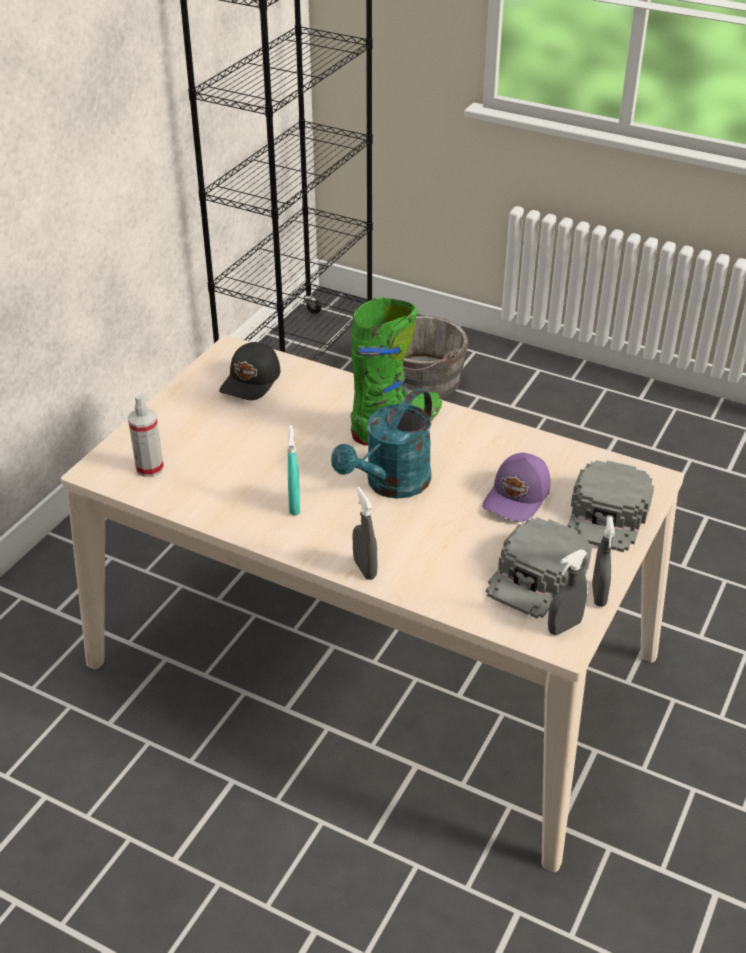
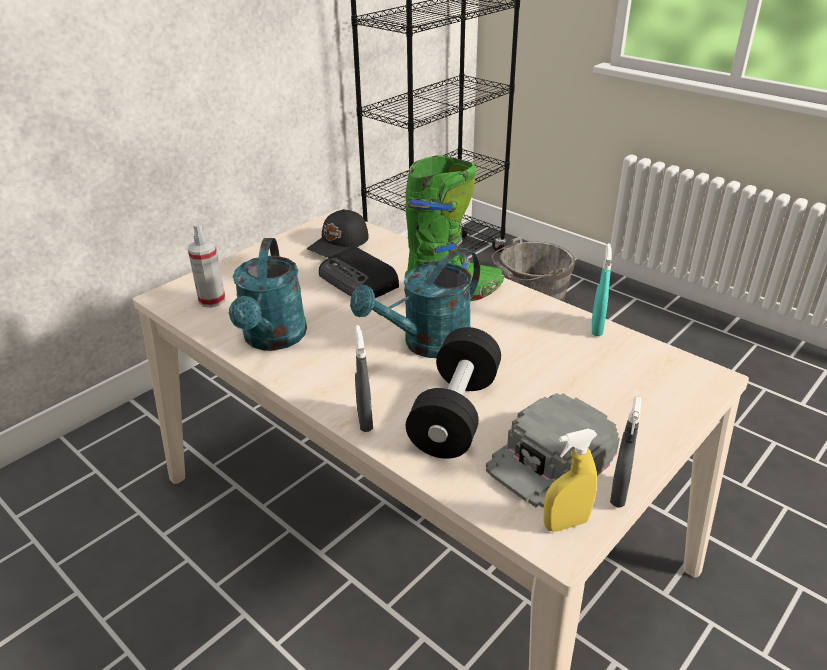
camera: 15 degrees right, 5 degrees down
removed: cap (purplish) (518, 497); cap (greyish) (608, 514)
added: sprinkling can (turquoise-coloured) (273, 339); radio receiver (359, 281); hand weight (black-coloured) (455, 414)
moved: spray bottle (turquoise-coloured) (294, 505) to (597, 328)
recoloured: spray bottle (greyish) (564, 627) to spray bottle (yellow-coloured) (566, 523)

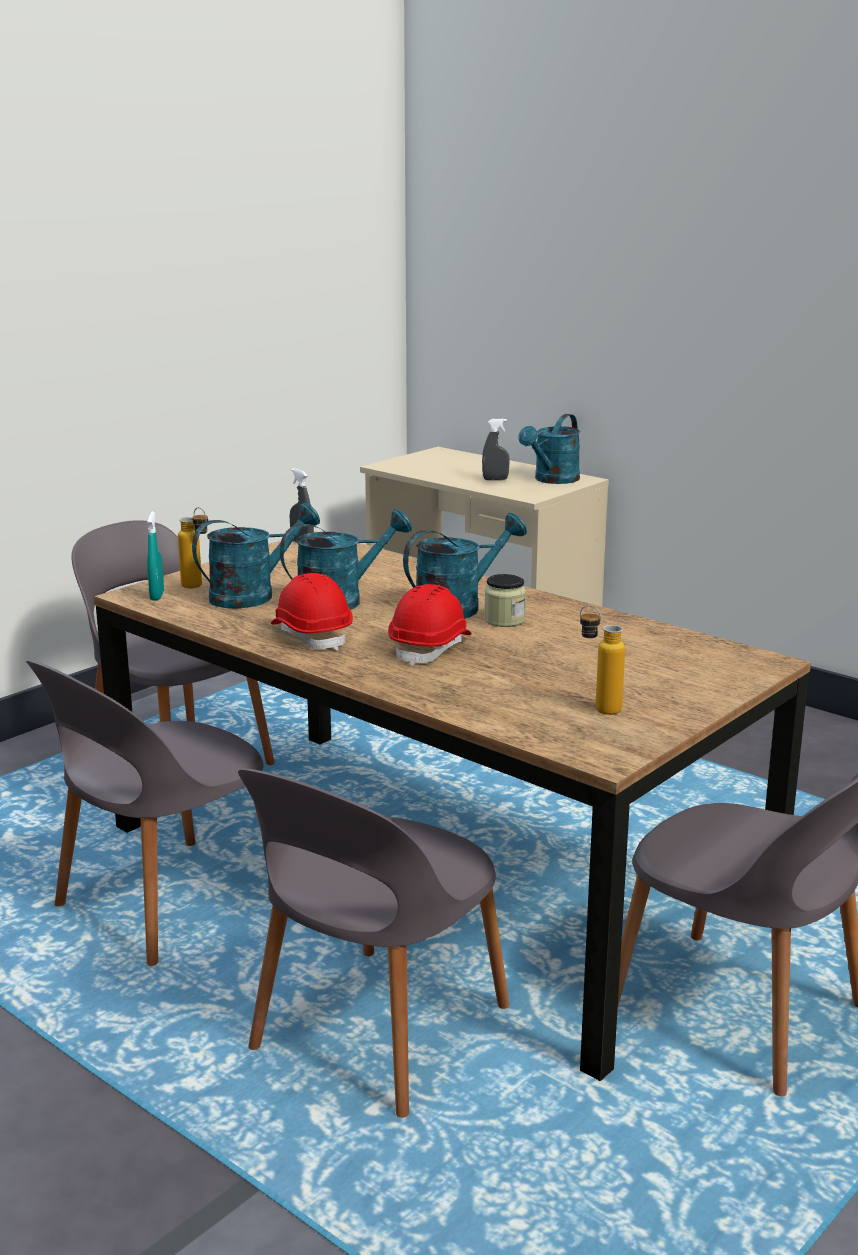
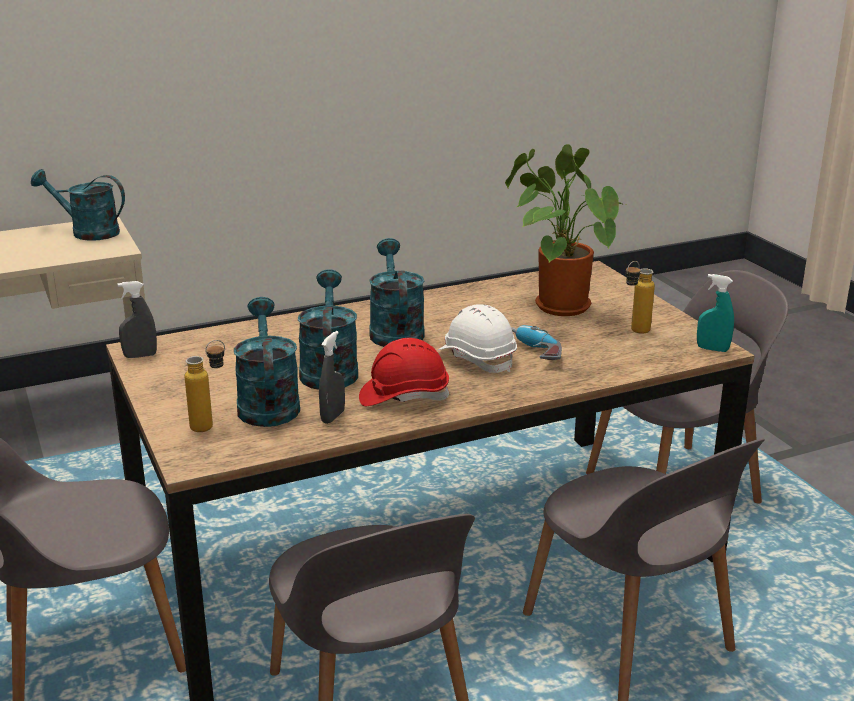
camera: 65 degrees left, 5 degrees up
removed: storage jar (504, 620)
added: potted plant (557, 305); power drill (532, 351)
moved: spray bottle (turquoise-coloured) (157, 596) to (712, 349); spray bottle (greyish) (495, 479) to (332, 417)
recoloured: hard hat (reddish) (431, 648) to hard hat (whitish) (477, 358)
turned: sprinkling can (turquoise-coloured) (552, 480) = (87, 232) 135 degrees clockwise

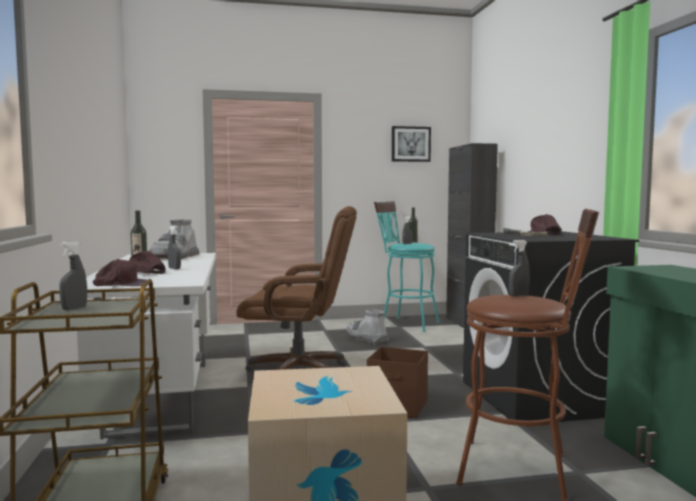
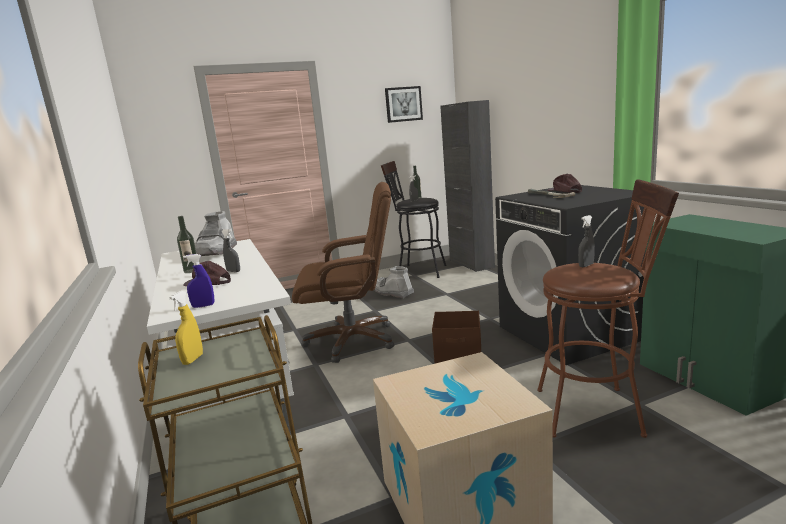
camera: 10 degrees left, 10 degrees up
replaced: cap (brown-coloured) (122, 284) to spray bottle (bluish) (203, 306)
recoloured: spray bottle (greyish) (74, 308) to spray bottle (yellow-coloured) (192, 360); stool seat (turquoise-coloured) (405, 323) to stool seat (black-coloured) (417, 271)

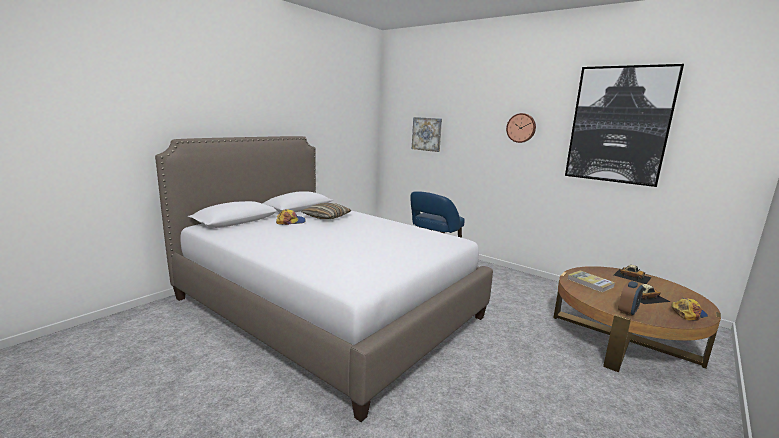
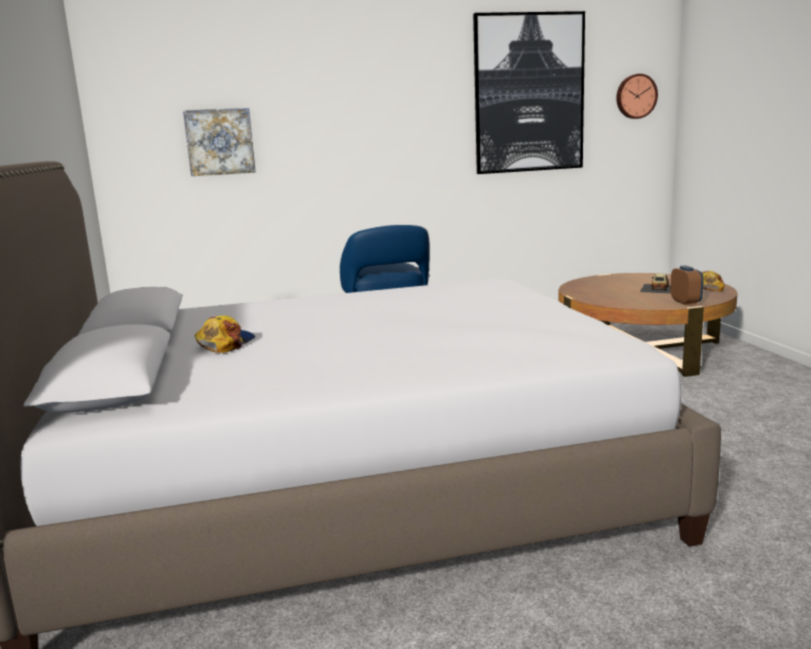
camera: 50 degrees left, 0 degrees up
removed: pillow (326, 217); bound book (590, 283); miniature car (632, 276)
moved: wall clock (521, 128) to (635, 96)

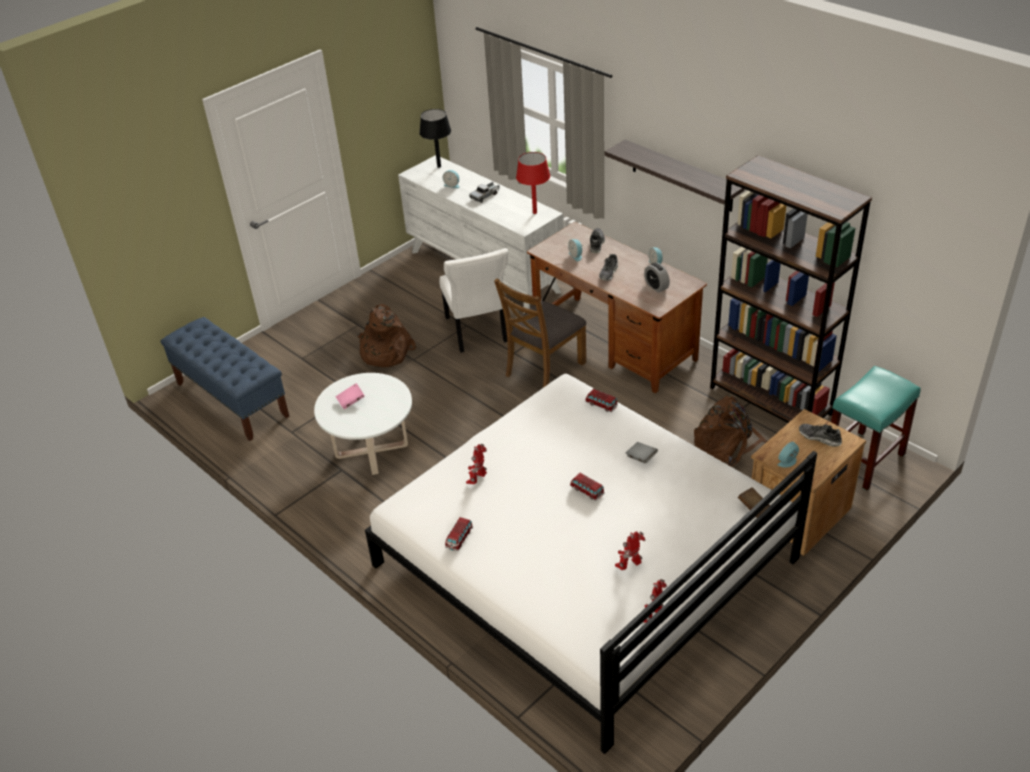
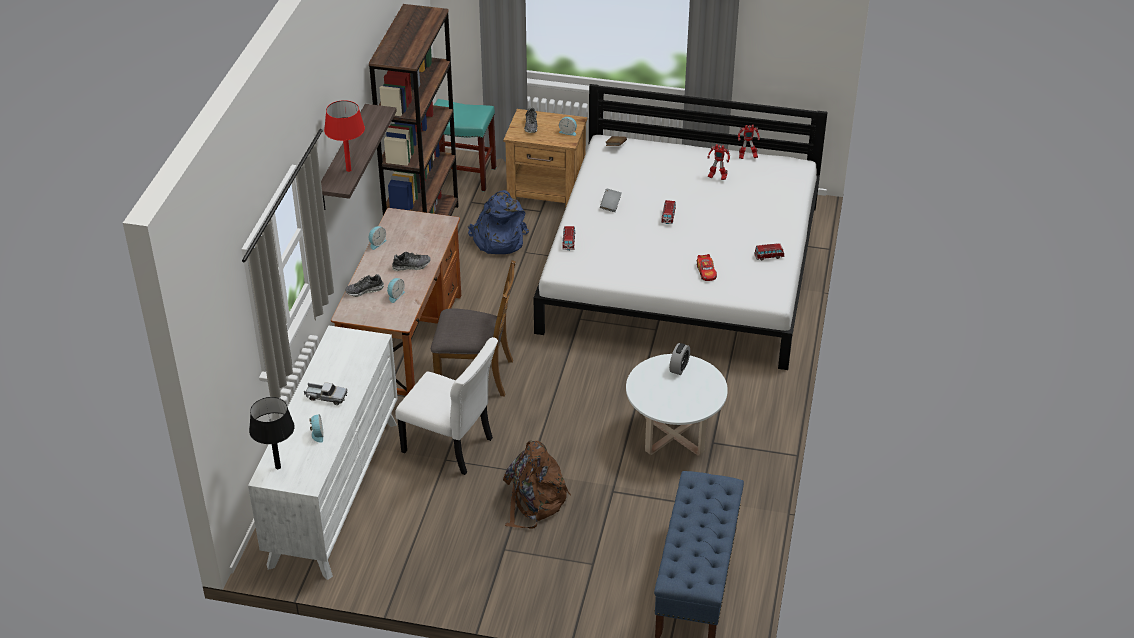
camera: 125 degrees left, 0 degrees up
removed: bound book (pink) (351, 401)
moved: tabletop lamp (reddish) (534, 212) to (348, 170); alarm clock (656, 286) to (679, 367)
replaced: model robot (478, 479) to miniature car (706, 272)
recoloured: rucksack (brown-coloured) (726, 445) to rucksack (bluish) (498, 240)
turned: chair (whitish) (476, 332) = (450, 446) 75 degrees clockwise

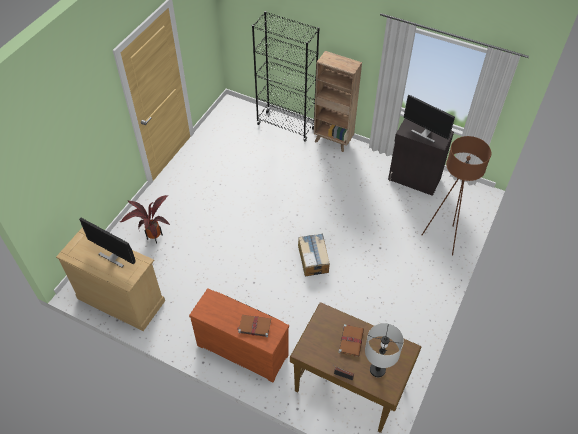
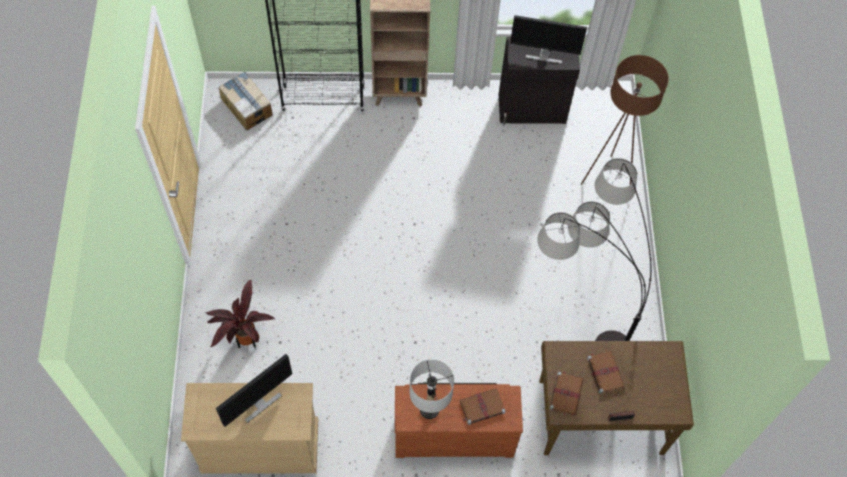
camera: 30 degrees left, 10 degrees up
added: floor lamp (575, 319); bound book (brown-coloured) (566, 393)
moved: carton (313, 259) to (246, 106); tabletop lamp (greyish) (377, 370) to (429, 409)
turned: monitor (114, 256) = (258, 402) 45 degrees counterclockwise

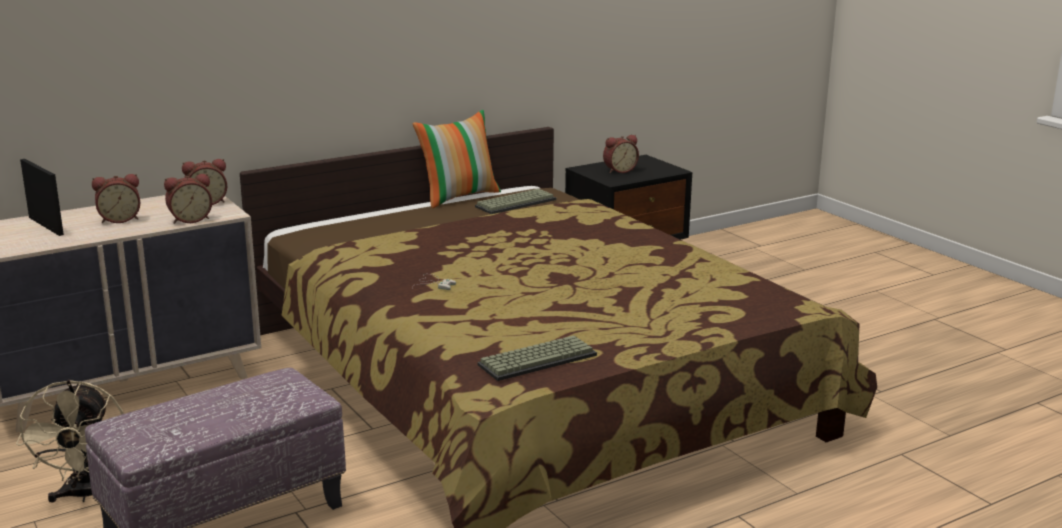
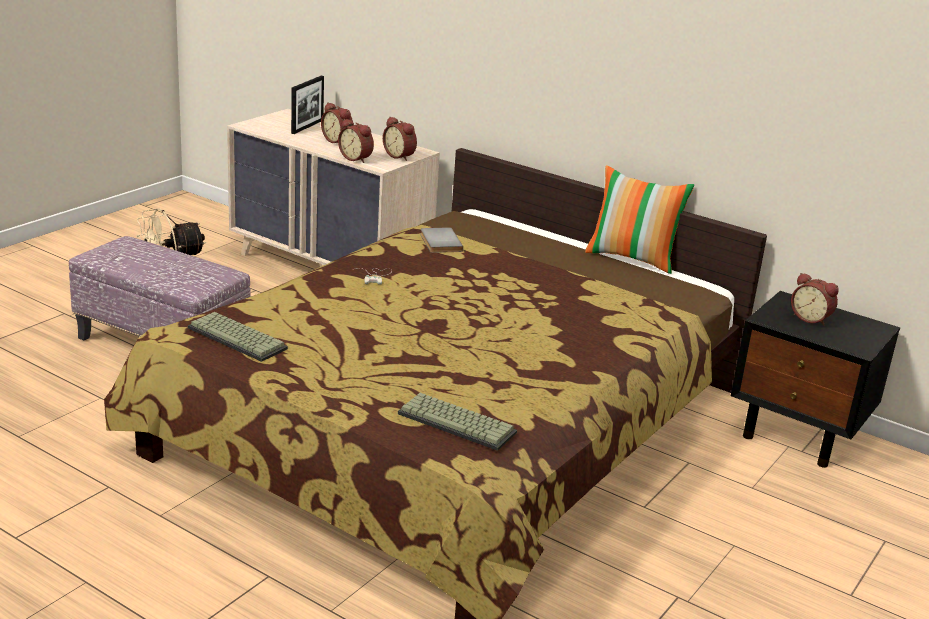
camera: 65 degrees right, 5 degrees up
added: bound book (greyish) (439, 242)
moved: keyboard (515, 203) to (458, 422)

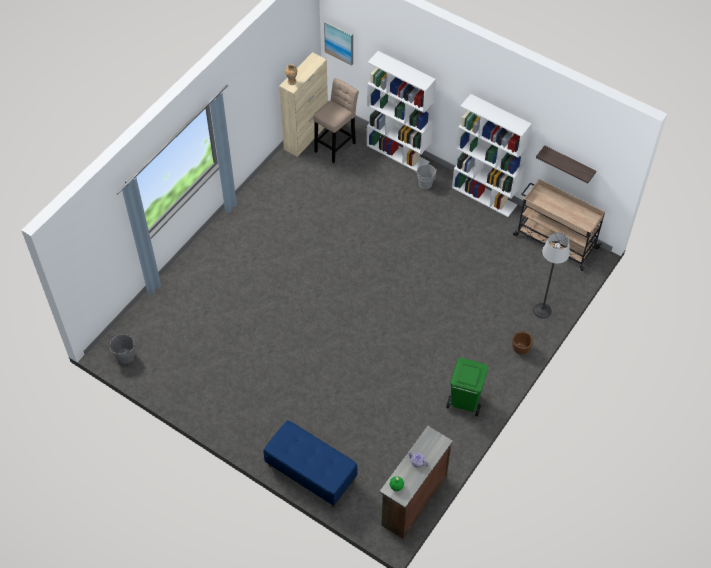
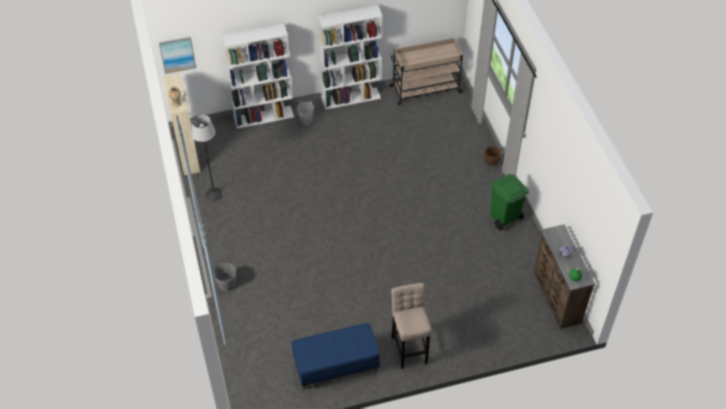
camera: 50 degrees left, 5 degrees down
removed: bracket shelf (569, 164)
moved: water bucket (greyish) (125, 356) to (226, 284); indoor bench (bluish) (310, 473) to (336, 366); stool seat (sand-coloured) (336, 145) to (409, 347); floor lamp (542, 310) to (214, 194)

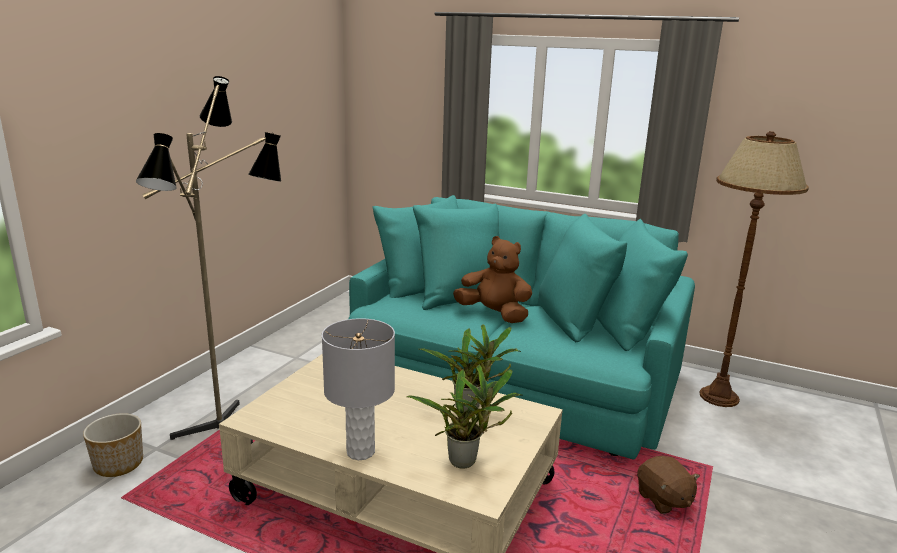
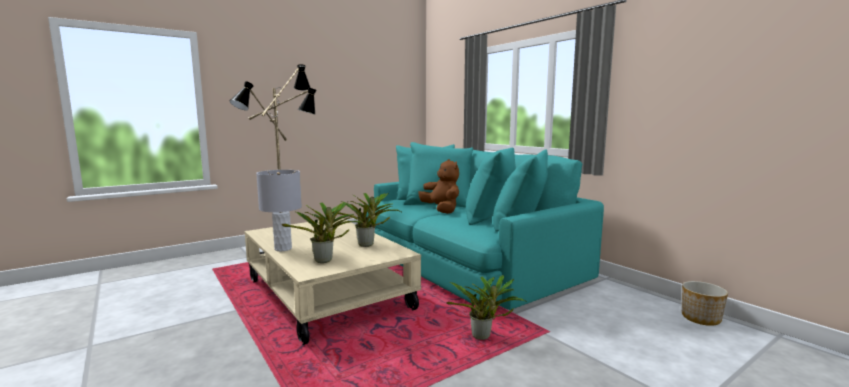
camera: 30 degrees right, 10 degrees down
removed: floor lamp (brown-coloured) (719, 397)
moved: planter (118, 464) to (700, 318)
replaced: soft toy (brown-coloured) (663, 500) to potted plant (483, 337)

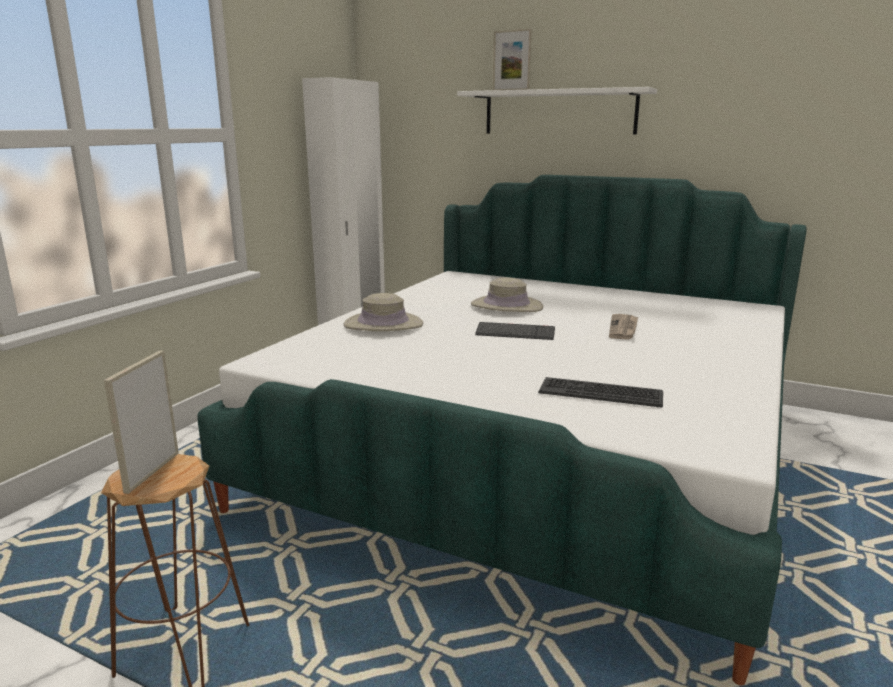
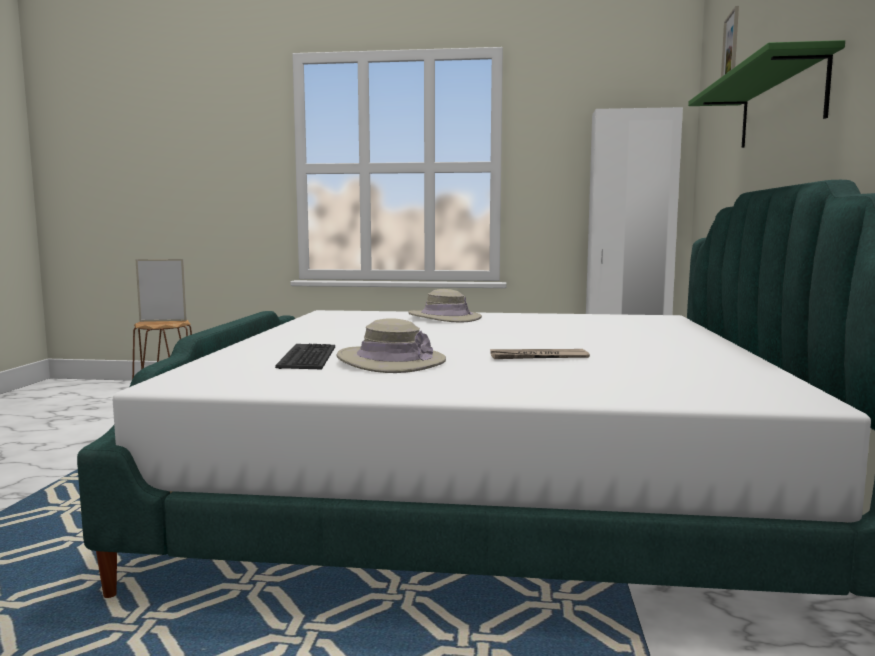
camera: 70 degrees right, 10 degrees down
removed: keyboard (515, 333)
moved: hat (sand-coloured) (506, 306) to (391, 361)
recoloured: bracket shelf (whitish) (559, 112) to bracket shelf (green) (780, 105)

